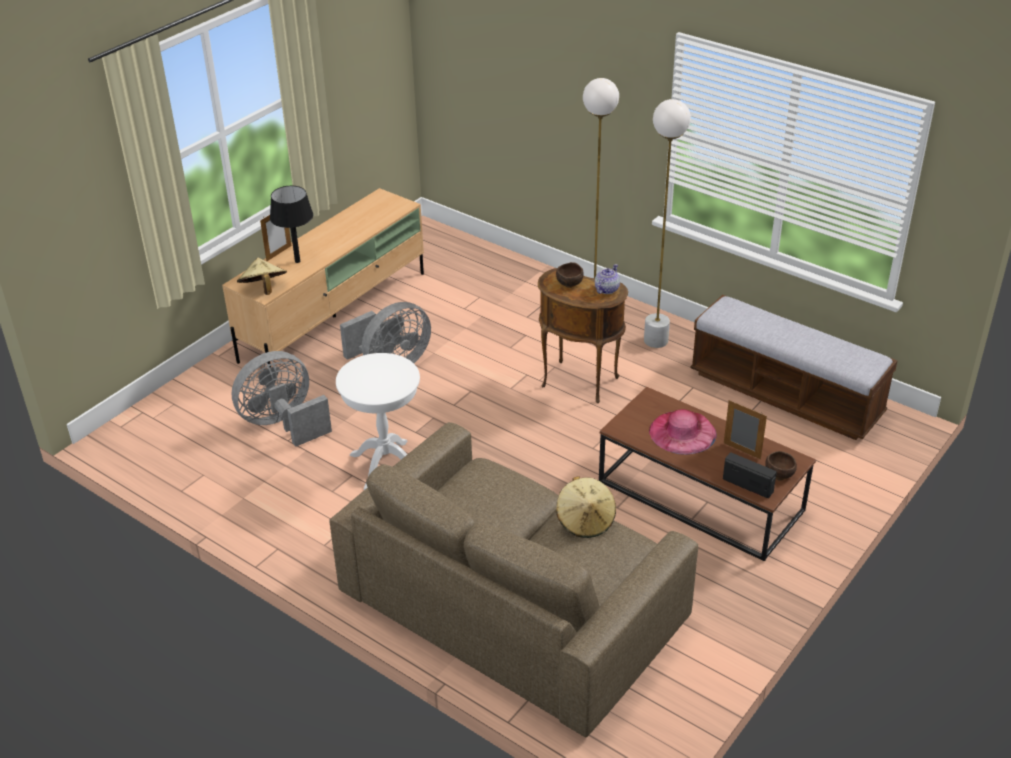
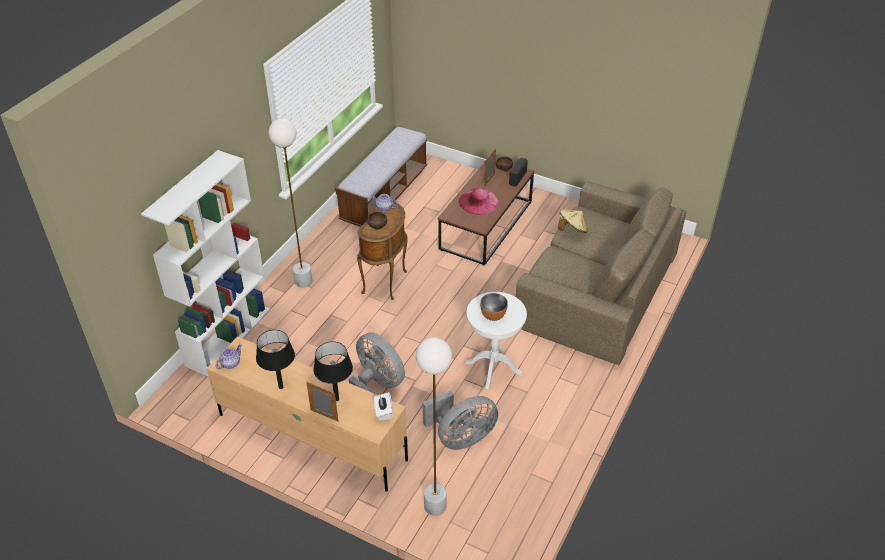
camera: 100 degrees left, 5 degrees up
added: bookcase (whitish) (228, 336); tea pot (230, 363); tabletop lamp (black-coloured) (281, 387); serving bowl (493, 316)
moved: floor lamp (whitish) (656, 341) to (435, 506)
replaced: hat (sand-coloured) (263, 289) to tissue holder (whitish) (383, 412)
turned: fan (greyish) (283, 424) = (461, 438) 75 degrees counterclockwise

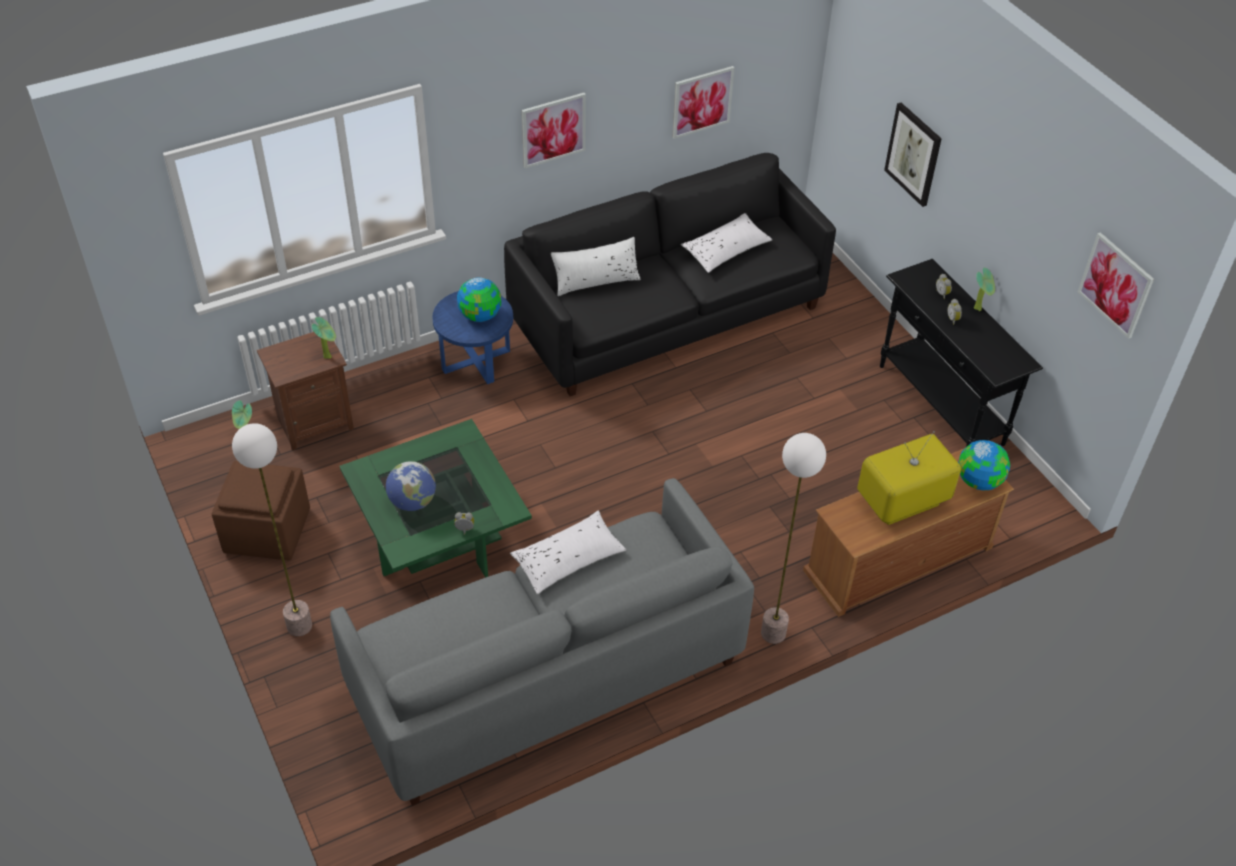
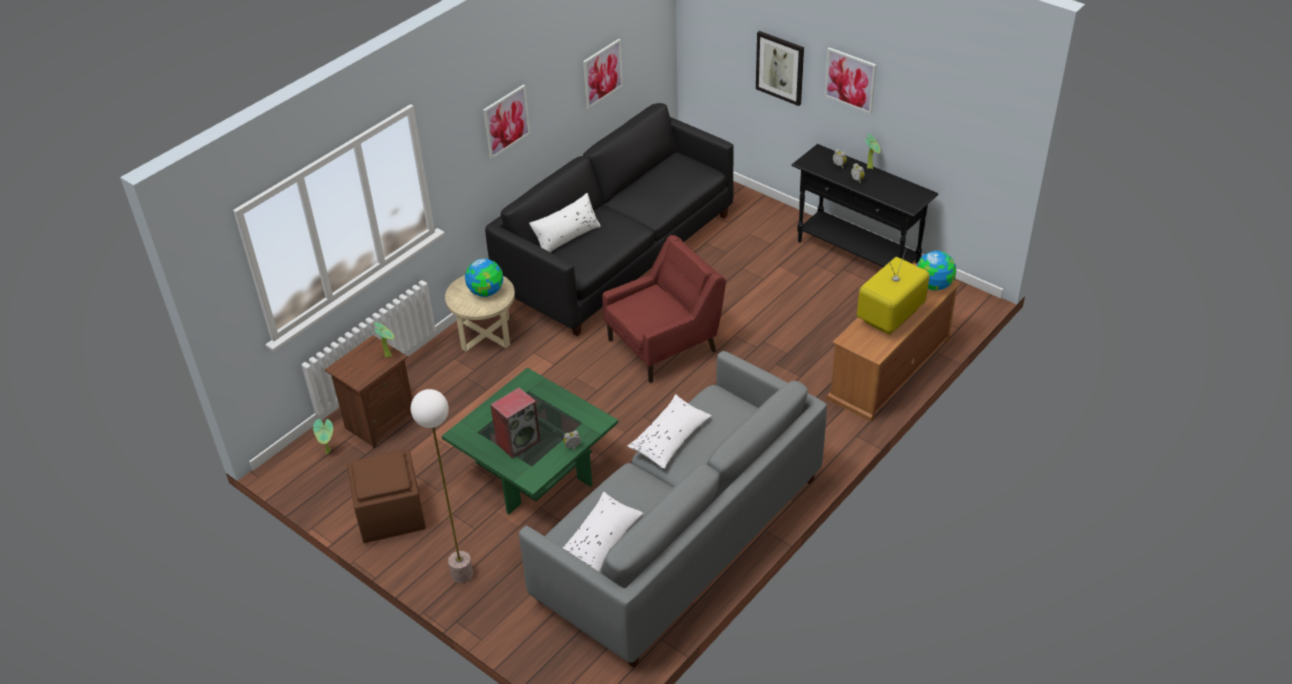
camera: 20 degrees left, 5 degrees down
removed: floor lamp (773, 633)
added: lounge chair (reddish) (664, 345)
moved: pillow (whitish) (726, 250) to (600, 541); wall picture (1115, 285) to (850, 80)
replaced: desk globe (412, 502) to speaker (518, 441)
recoloured: accent table (bluish) (476, 360) to accent table (sand-coloured) (485, 333)

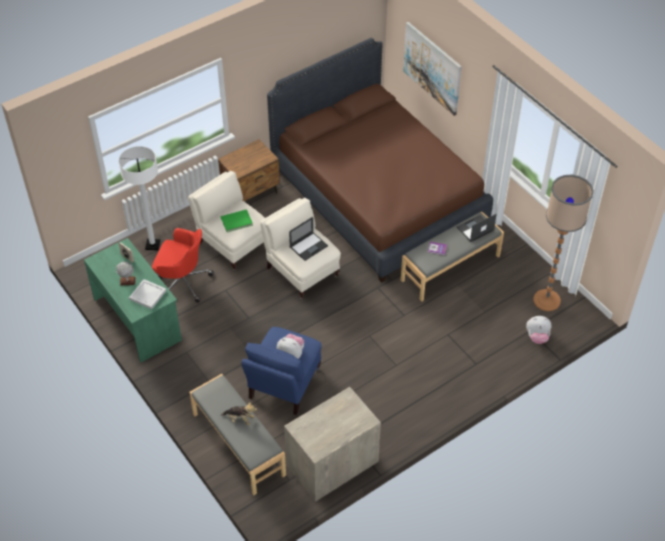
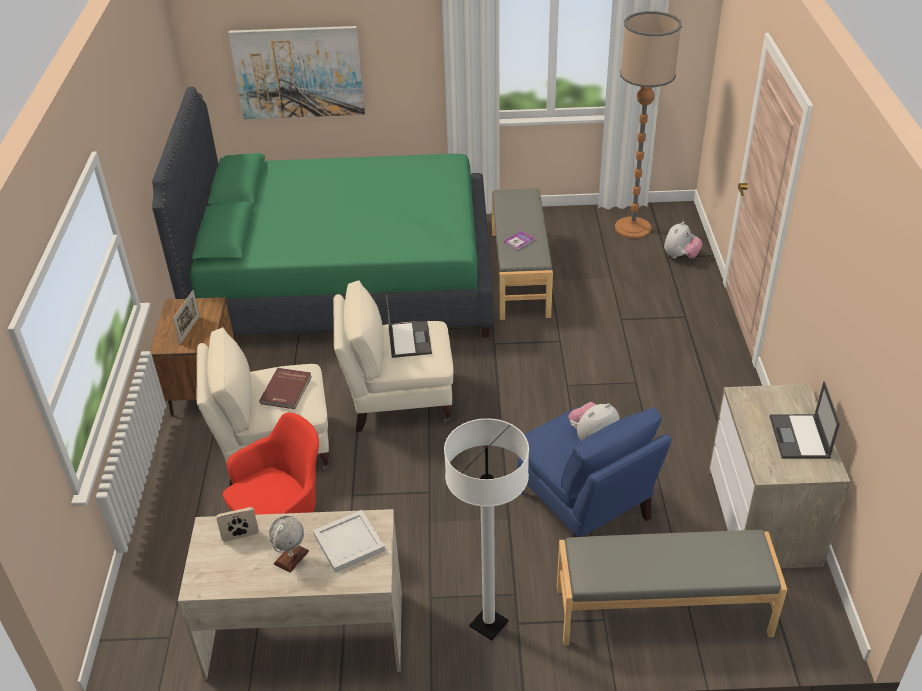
camera: 55 degrees left, 10 degrees down
removed: soft toy (240, 419)
added: standing frame (189, 330)
moved: floor lamp (whitish) (152, 245) to (488, 624); notebook computer (475, 229) to (799, 437)
recoloured: desk (green) (138, 319) to desk (sand-coloured) (306, 633); bound book (green) (237, 222) to bound book (reddish) (287, 390); bedroom bed (brown-coloured) (377, 196) to bedroom bed (green) (345, 280)

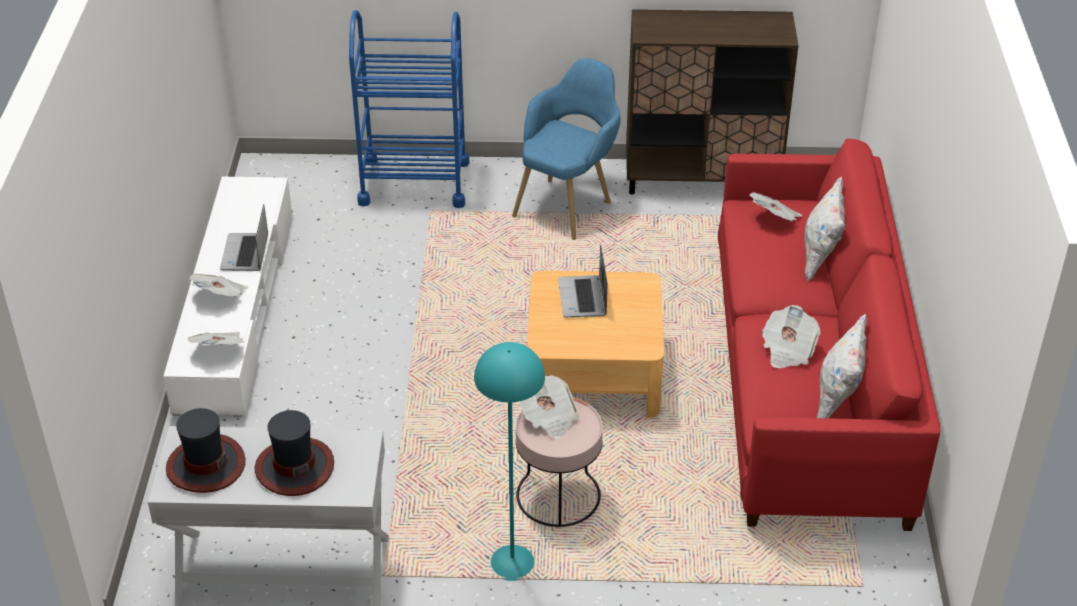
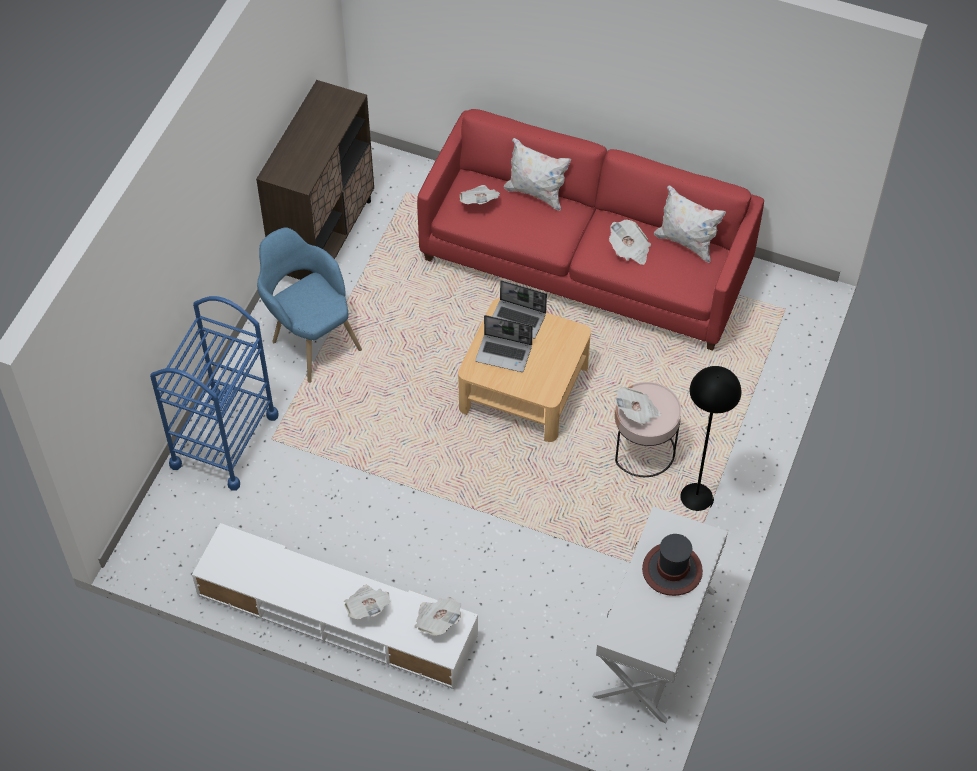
camera: 70 degrees left, 15 degrees up
removed: hat (205, 465)
moved: notebook computer (246, 254) to (518, 319)
recoloured: floor lamp (turquoise-coloured) (511, 562) to floor lamp (black-coloured) (696, 497)

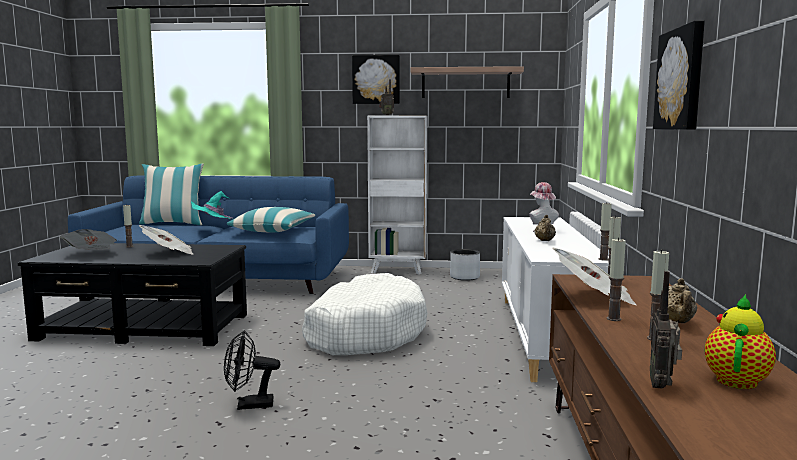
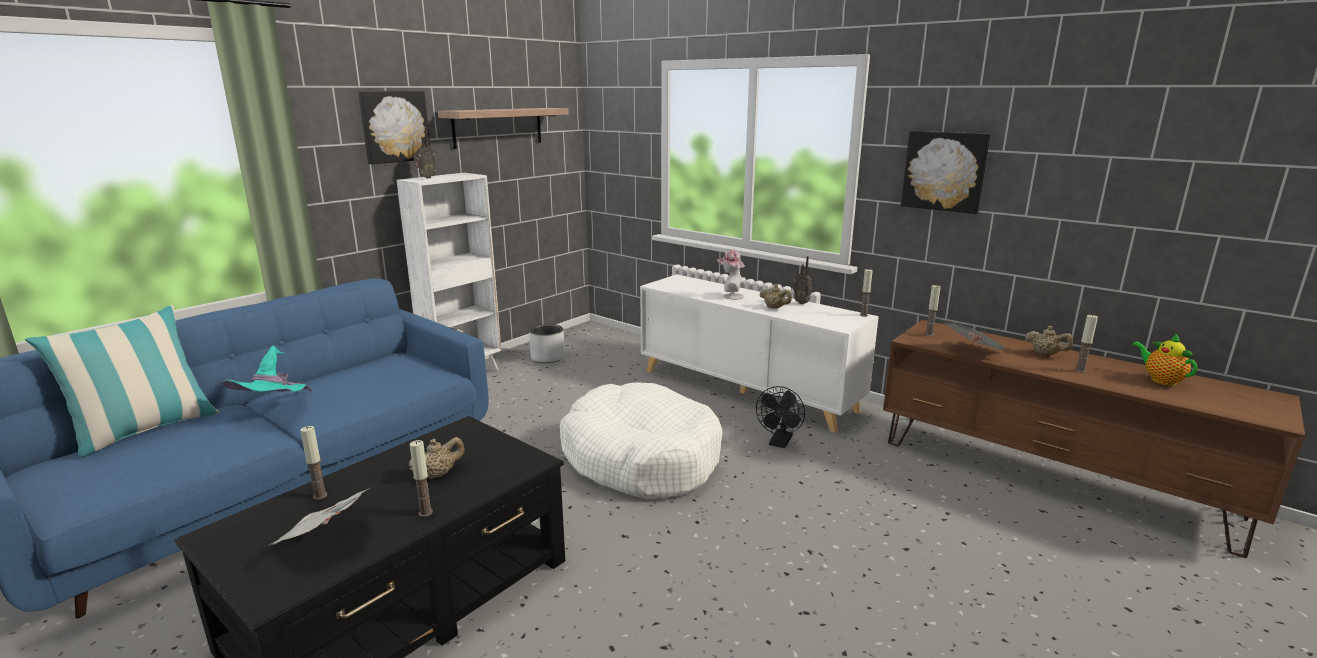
camera: 55 degrees left, 10 degrees up
removed: pillow (273, 230)
moved: fan (black-coloured) (249, 405) to (779, 443); candle (613, 319) to (425, 512); radio receiver (662, 386) to (801, 302)
replaced: daily paper (169, 253) to tea pot (sand-coloured) (439, 474)

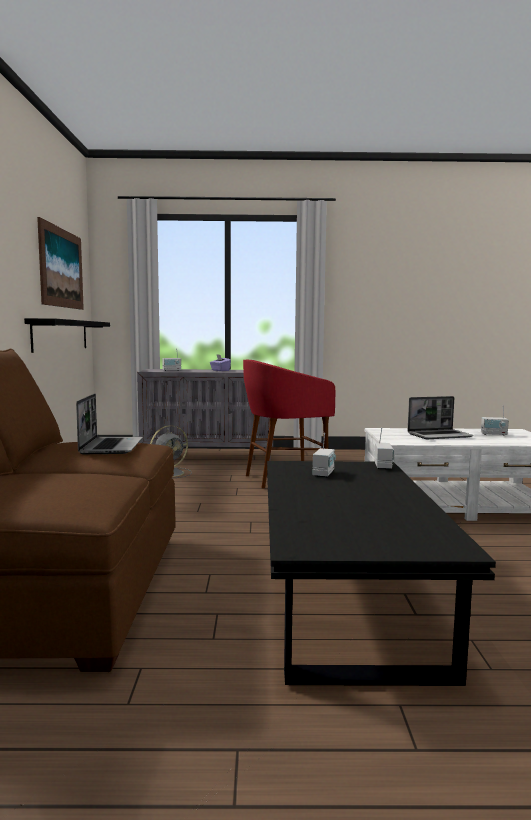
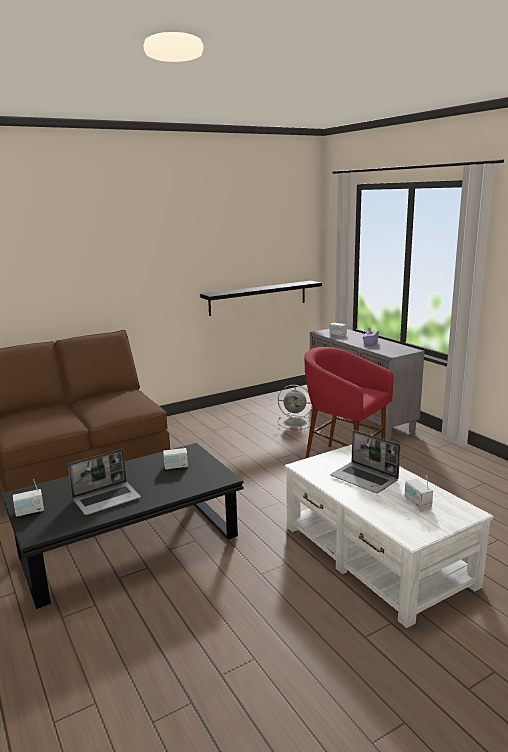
camera: 60 degrees right, 10 degrees up
removed: wall picture (61, 268)
moved: notebook computer (111, 447) to (107, 499); radio receiver (383, 466) to (30, 511)

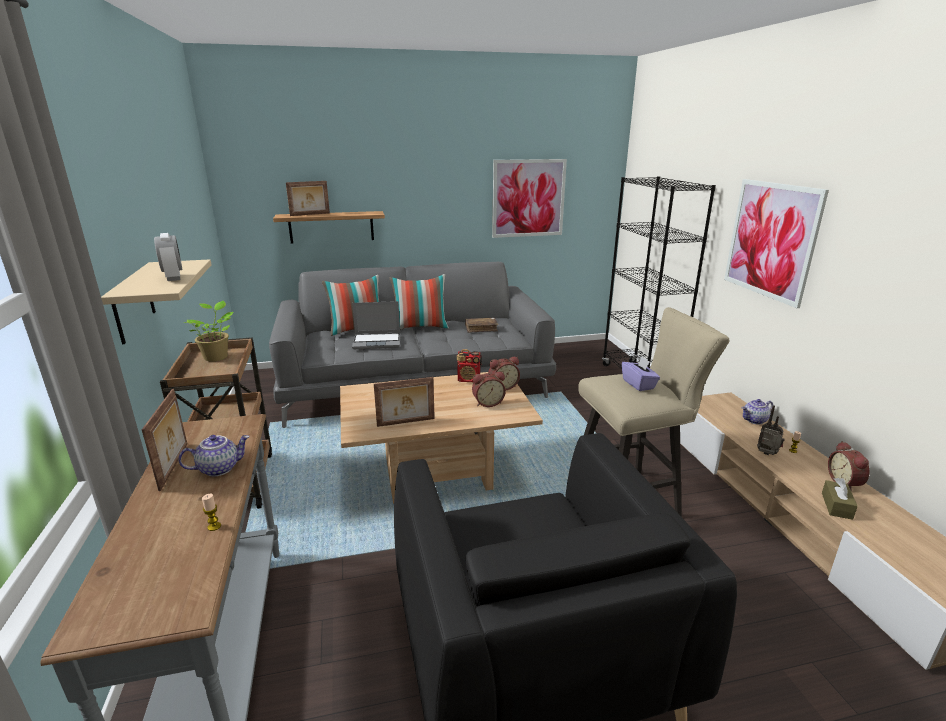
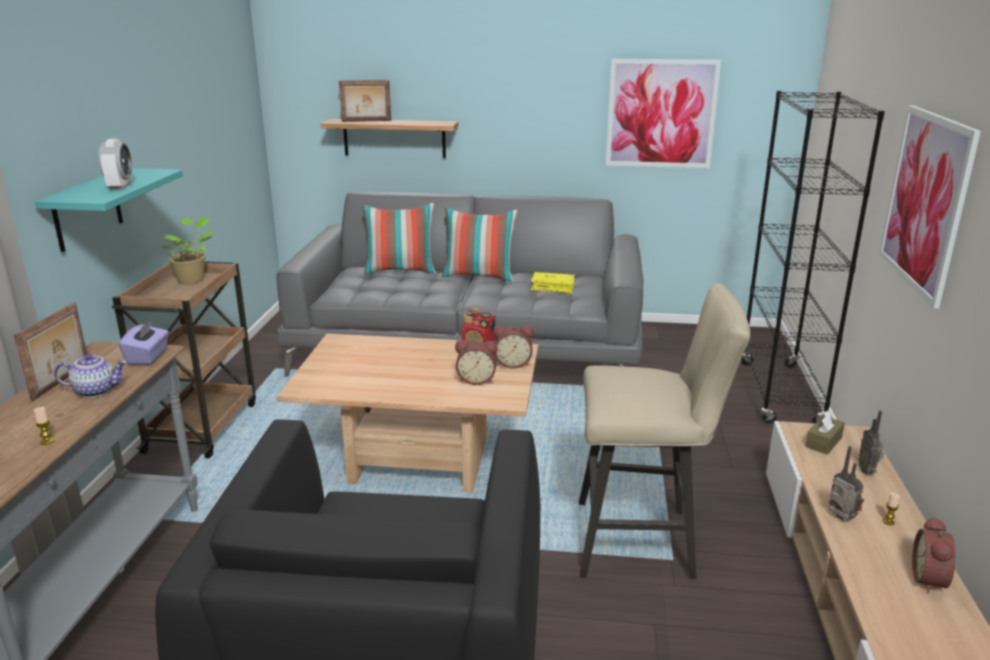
camera: 20 degrees right, 0 degrees up
removed: notebook computer (377, 342); standing frame (406, 423)
moved: tissue holder (purplish) (638, 384) to (148, 357); tissue holder (brown-coloured) (836, 506) to (823, 442)
replaced: tea pot (754, 421) to radio receiver (867, 471)
recoloured: bracket shelf (sand-coloured) (133, 302) to bracket shelf (turquoise-coloured) (87, 210); bound book (brown-coloured) (481, 328) to bound book (yellow-coloured) (552, 287)

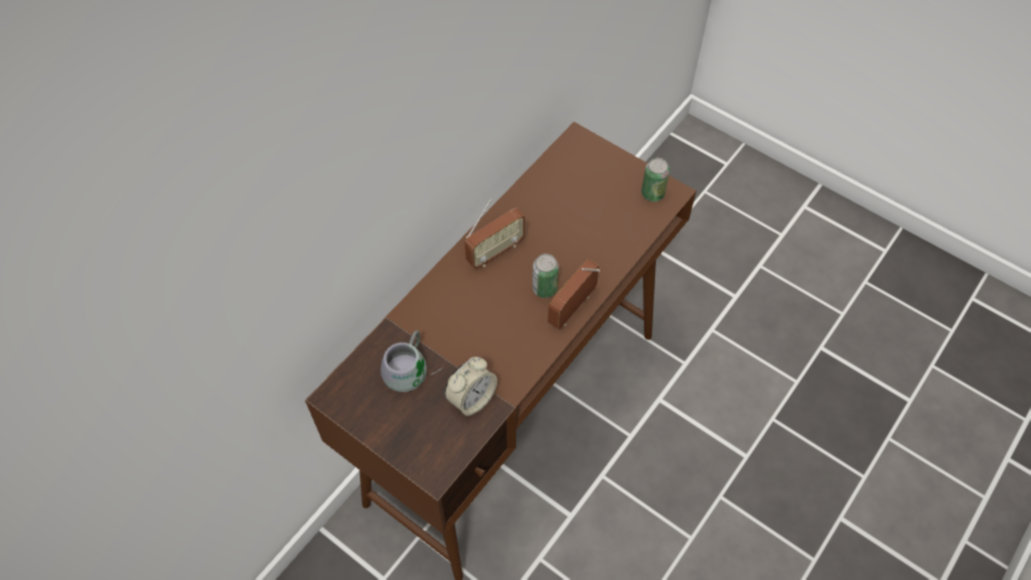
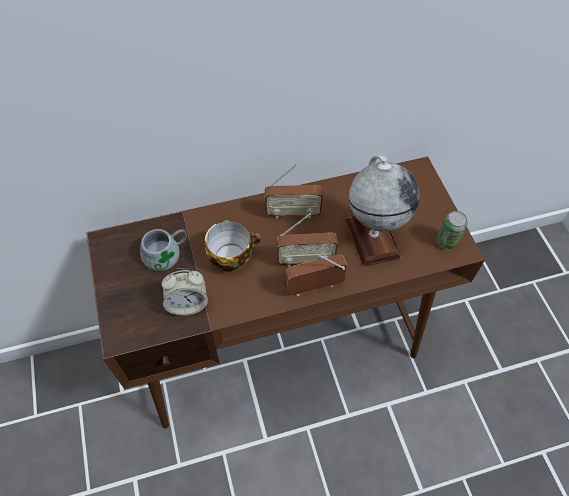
camera: 35 degrees right, 0 degrees up
added: cup (232, 256); desk globe (372, 238)
replaced: can (544, 288) to radio receiver (305, 260)

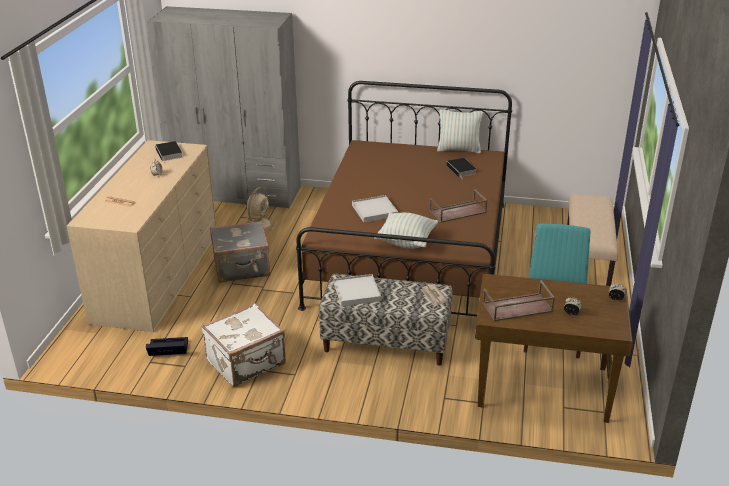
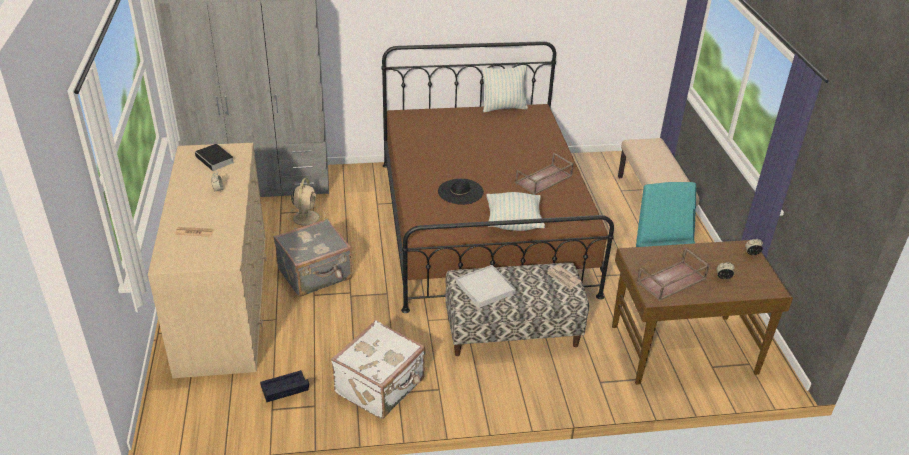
camera: 20 degrees left, 5 degrees up
removed: bound book (462, 170)
replaced: serving tray (whitish) (374, 211) to hat (black-coloured) (460, 191)

